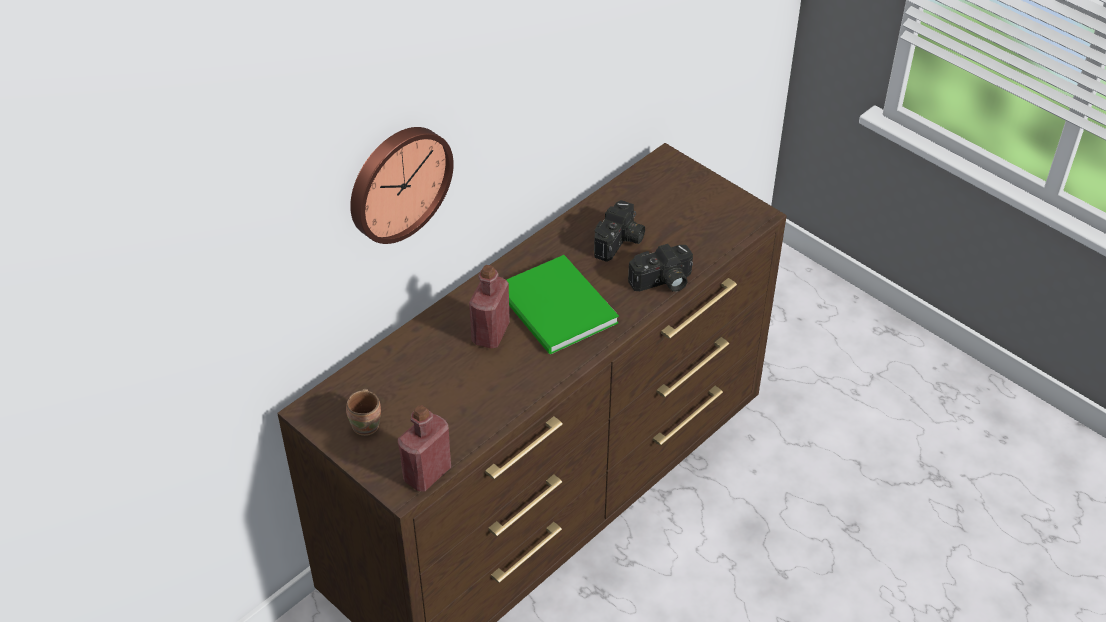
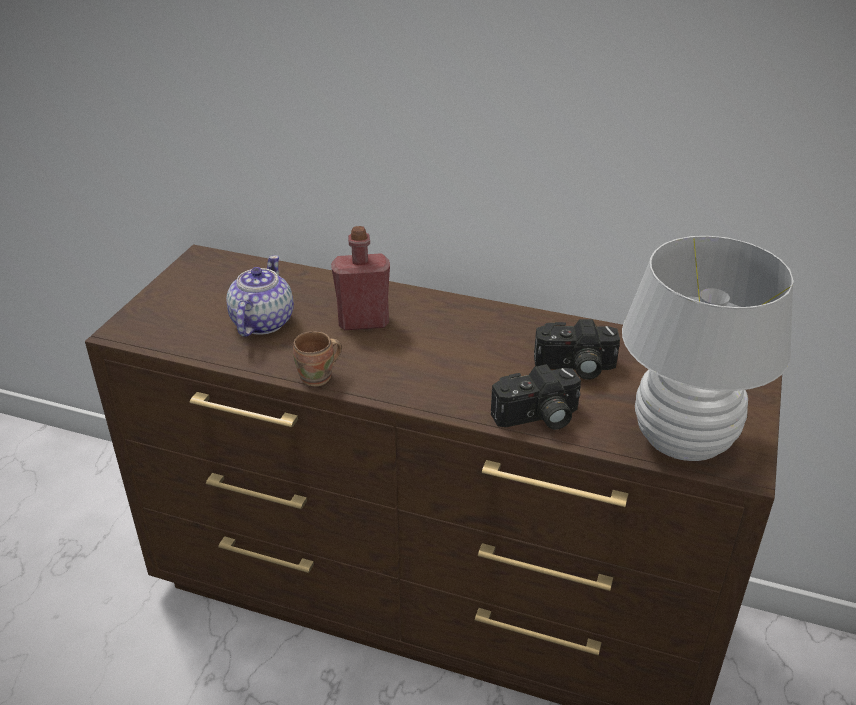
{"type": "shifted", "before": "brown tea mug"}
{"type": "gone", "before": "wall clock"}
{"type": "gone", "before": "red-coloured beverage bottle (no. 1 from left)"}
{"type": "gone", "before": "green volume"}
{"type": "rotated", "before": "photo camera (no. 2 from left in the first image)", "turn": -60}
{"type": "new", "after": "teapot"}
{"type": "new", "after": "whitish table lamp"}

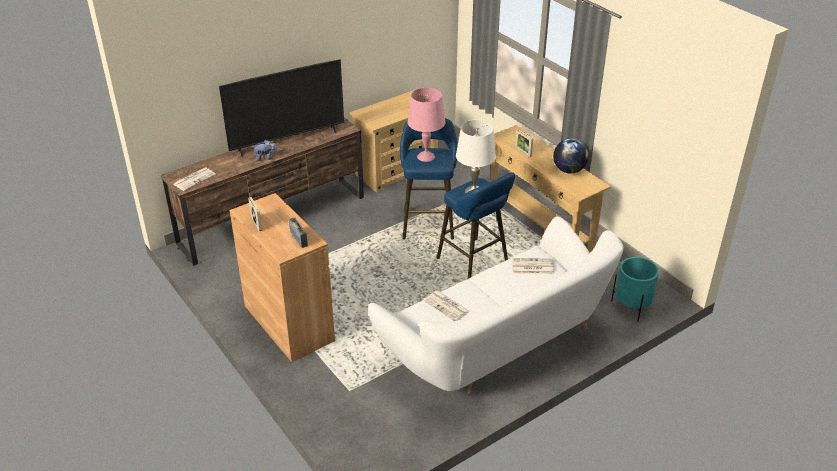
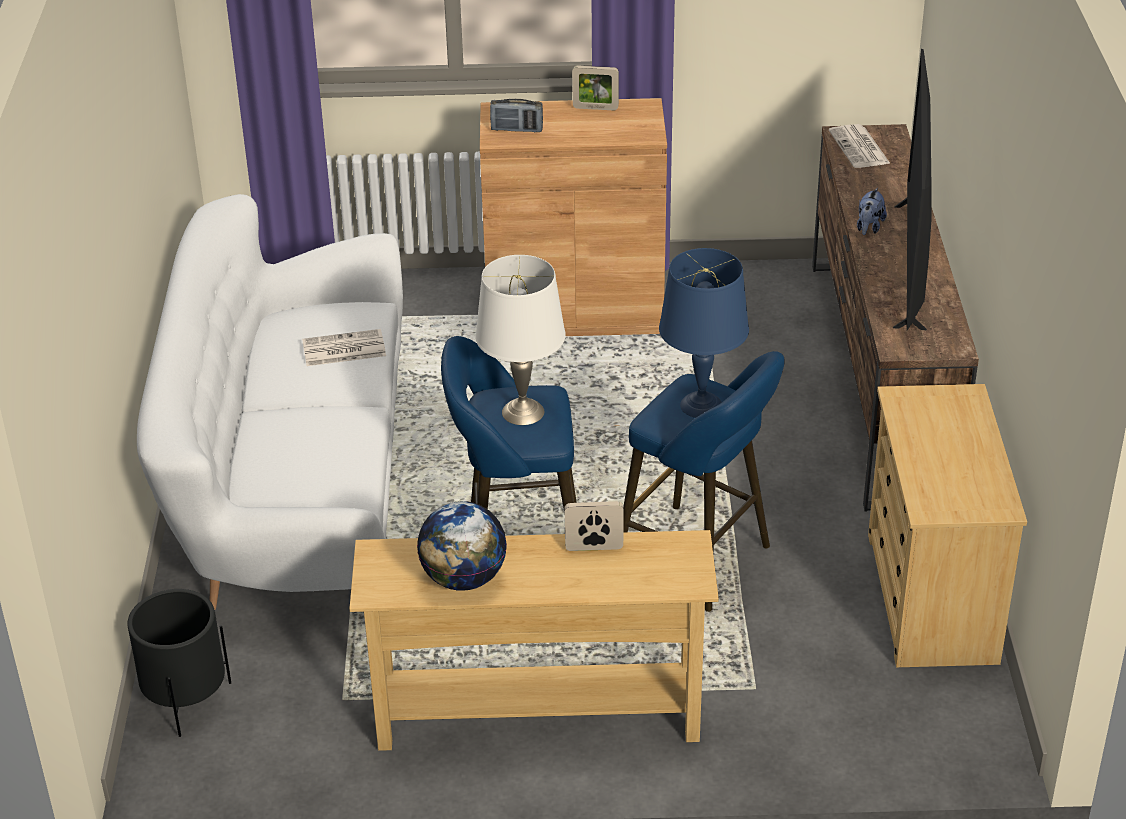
{"type": "repainted", "before": "pinkish table lamp", "after": "bluish table lamp"}
{"type": "gone", "before": "newspaper (no. 3 from left)"}
{"type": "repainted", "before": "turquoise-coloured planter", "after": "blackish planter"}

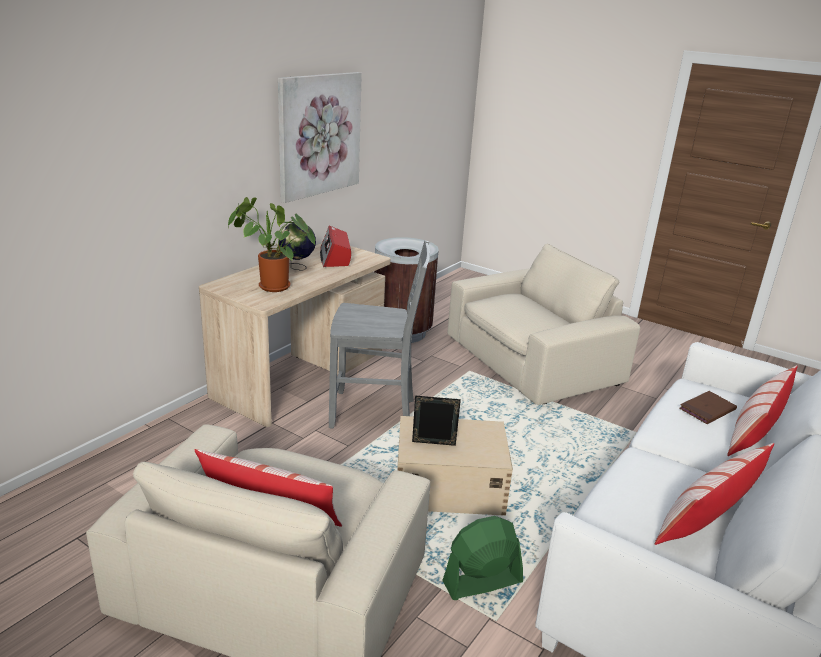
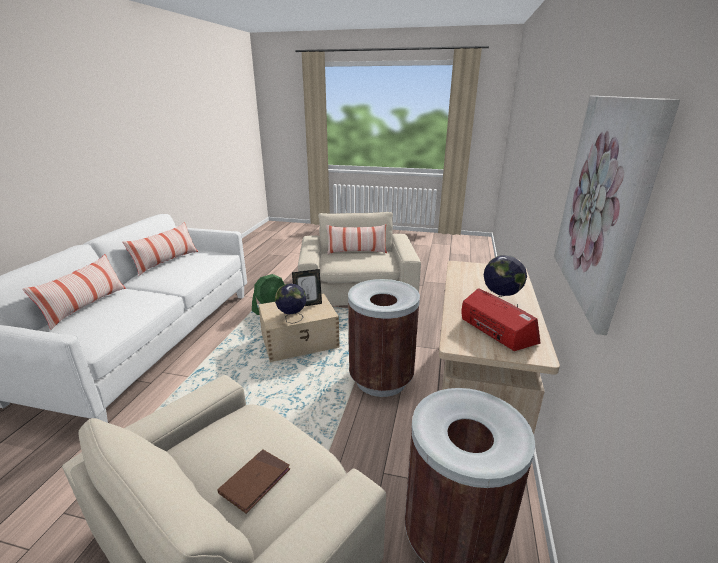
{"type": "gone", "before": "plant in a pot"}
{"type": "swapped", "before": "gray plain chair", "after": "brown trash can (no. 1 from left)"}
{"type": "shifted", "before": "brown volume"}
{"type": "new", "after": "globe (no. 1 from left)"}

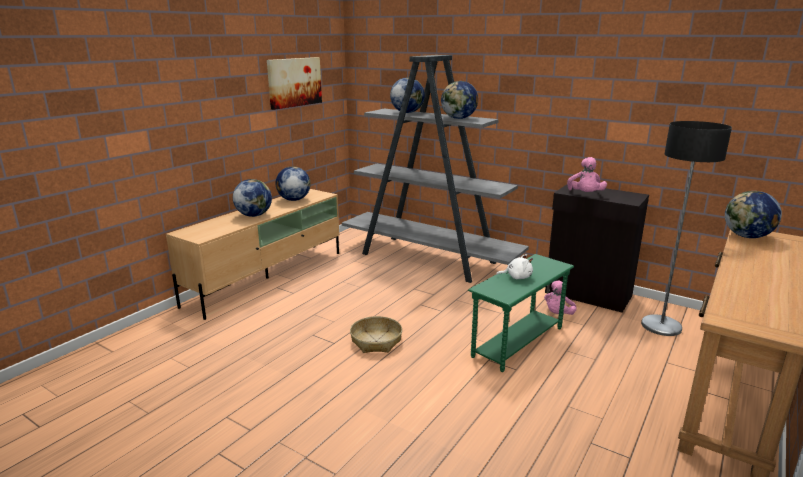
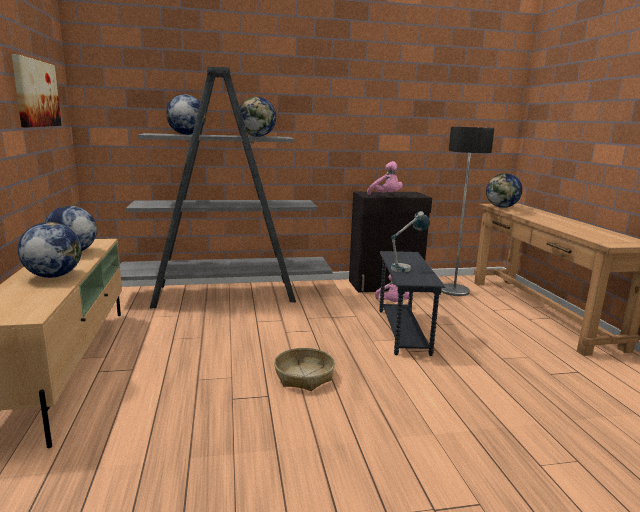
{"type": "repainted", "before": "green end table", "after": "gray end table"}
{"type": "swapped", "before": "whitish cuddly toy", "after": "table lamp"}

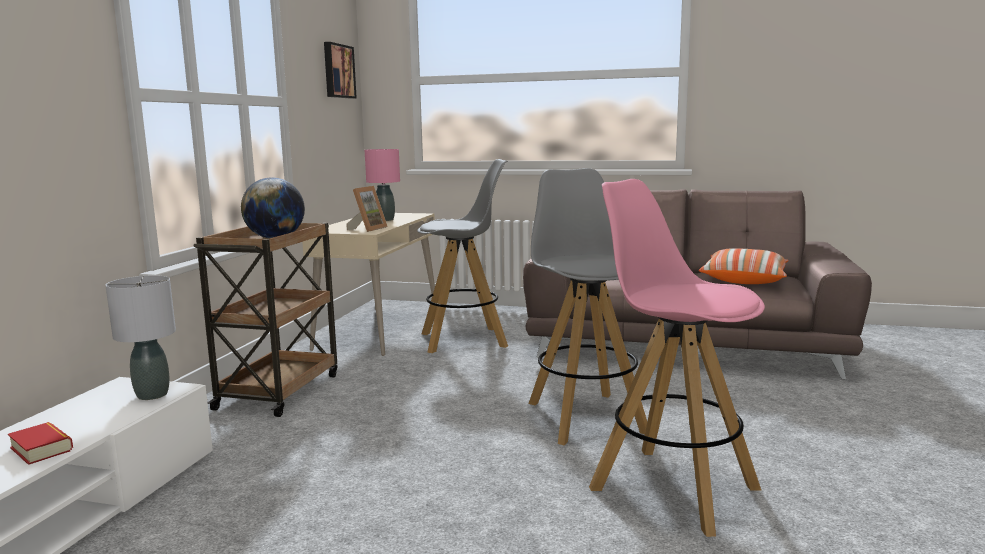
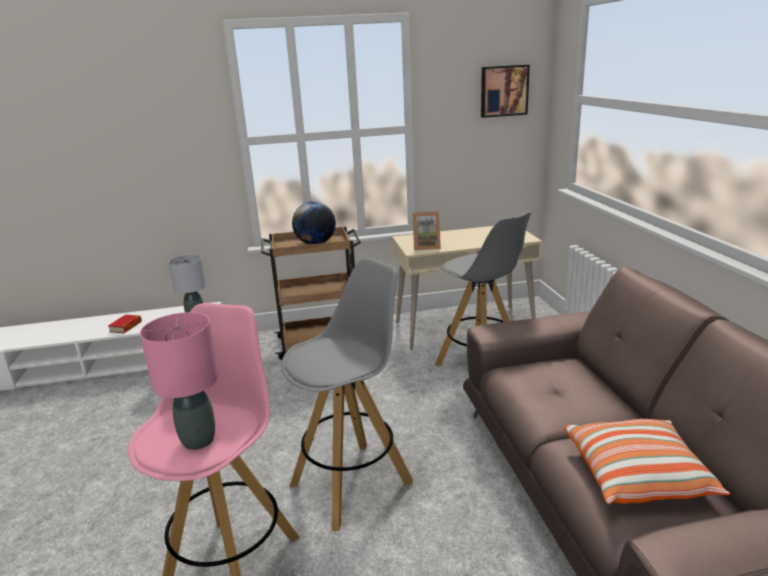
{"type": "shifted", "before": "pinkish table lamp"}

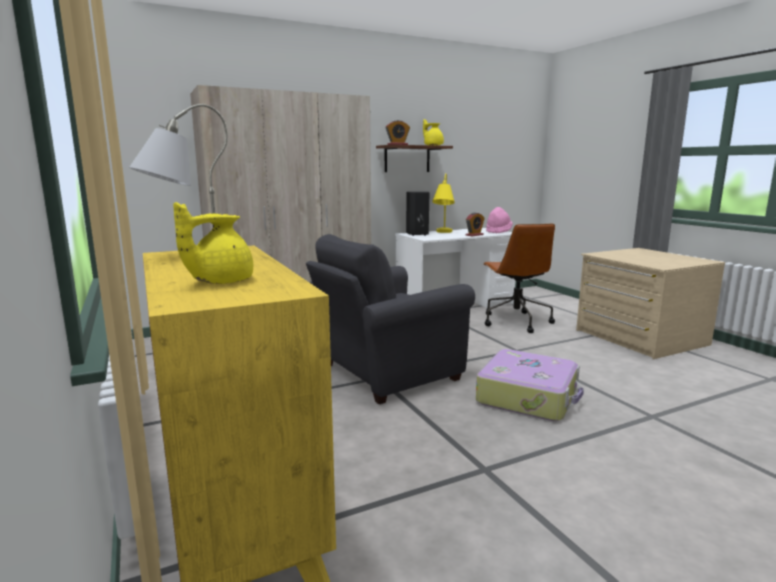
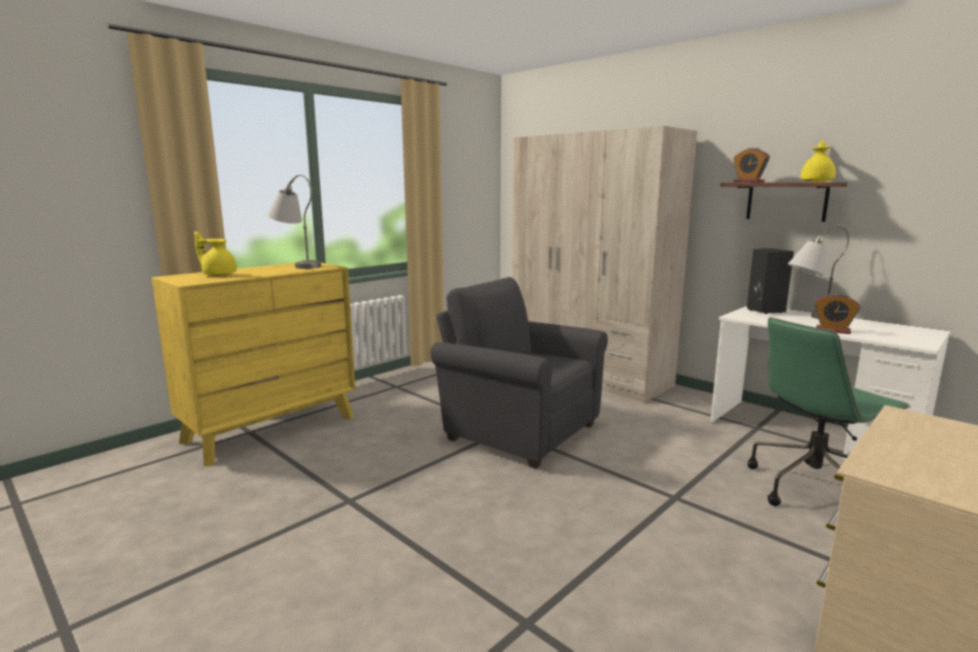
{"type": "repainted", "before": "yellow table lamp", "after": "gray table lamp (no. 2 from left)"}
{"type": "gone", "before": "piece of luggage"}
{"type": "repainted", "before": "brown computer chair", "after": "green computer chair"}
{"type": "gone", "before": "pinkish clothing hat"}

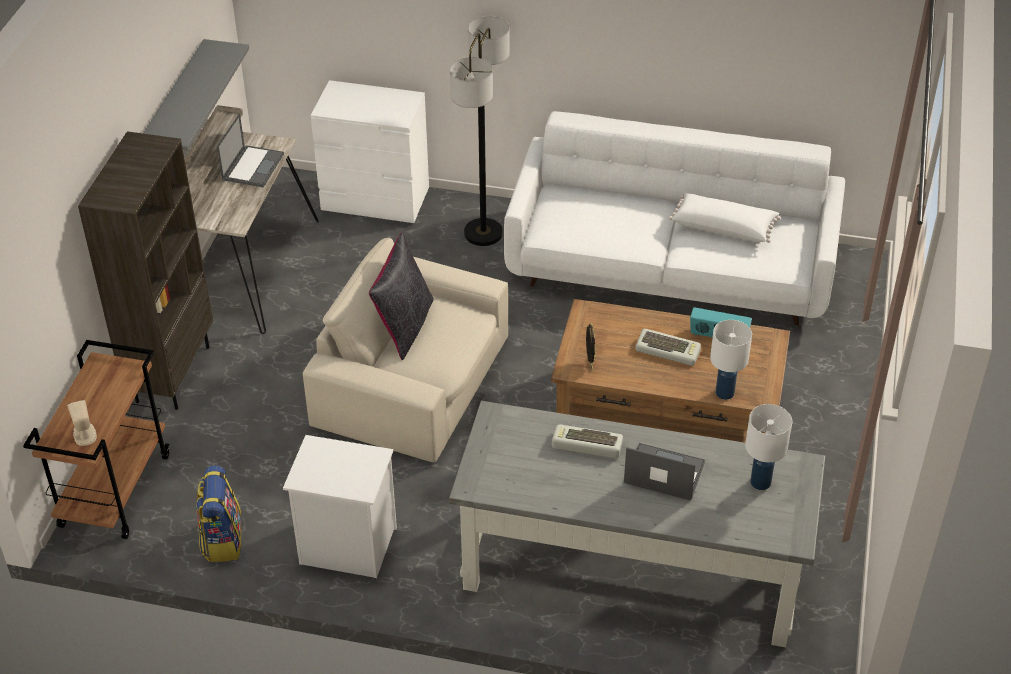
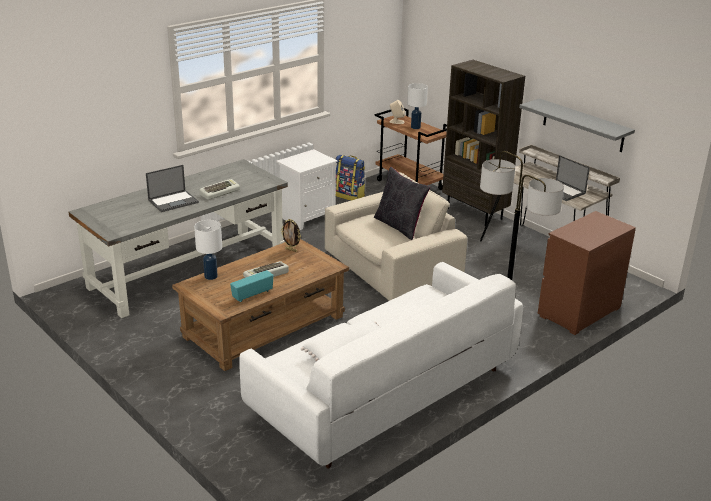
{"type": "repainted", "before": "whitish chest of drawers", "after": "brown chest of drawers"}
{"type": "shifted", "before": "whitish table lamp (no. 2 from left)"}

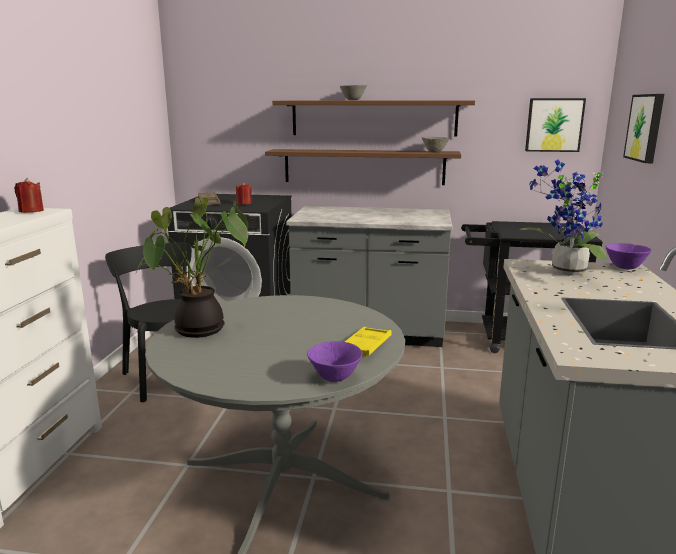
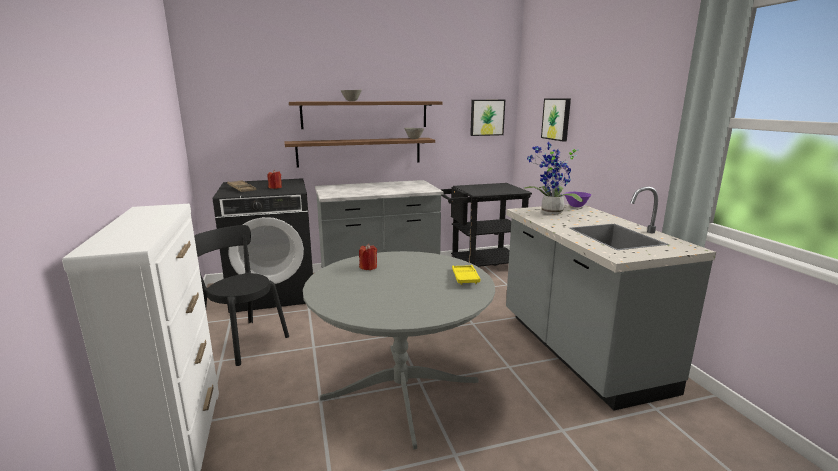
{"type": "shifted", "before": "red-coloured wax candle (no. 1 from left in the first image)", "after": "red-coloured wax candle (no. 2 from left)"}
{"type": "gone", "before": "plant in a pot (no. 1 from left)"}
{"type": "gone", "before": "purplish bowl (no. 1 from left)"}

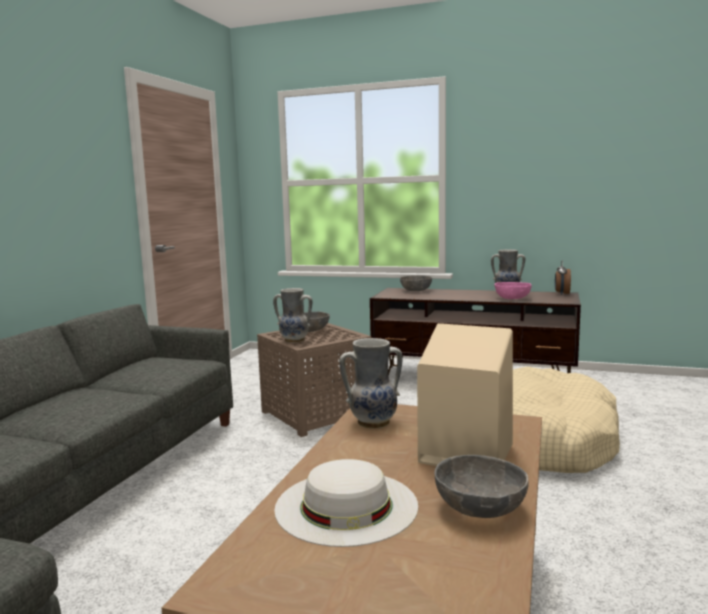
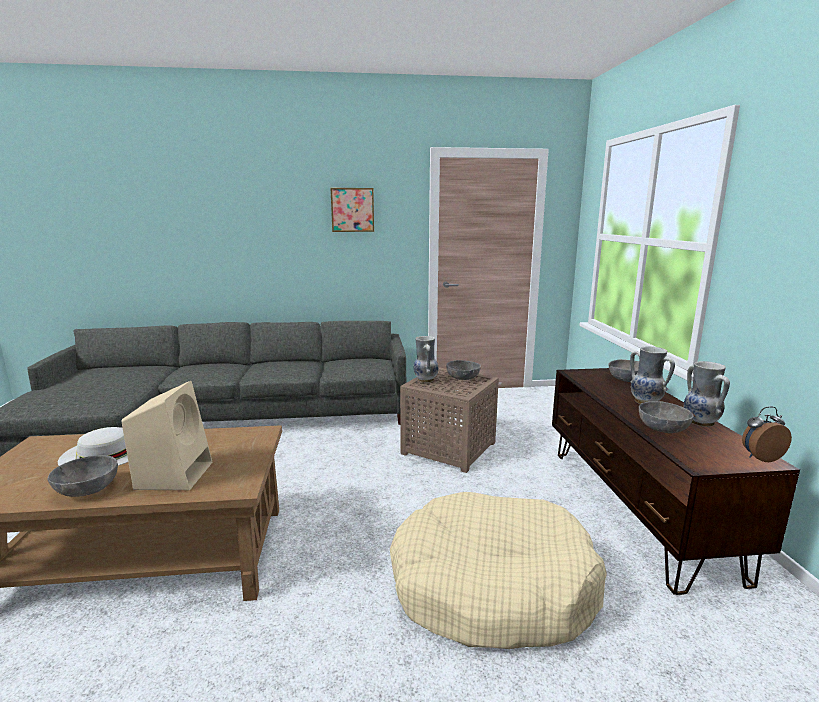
{"type": "shifted", "before": "decorative vase (no. 2 from left)"}
{"type": "repainted", "before": "pinkish bowl", "after": "gray bowl (no. 4 from left)"}
{"type": "new", "after": "wall picture"}

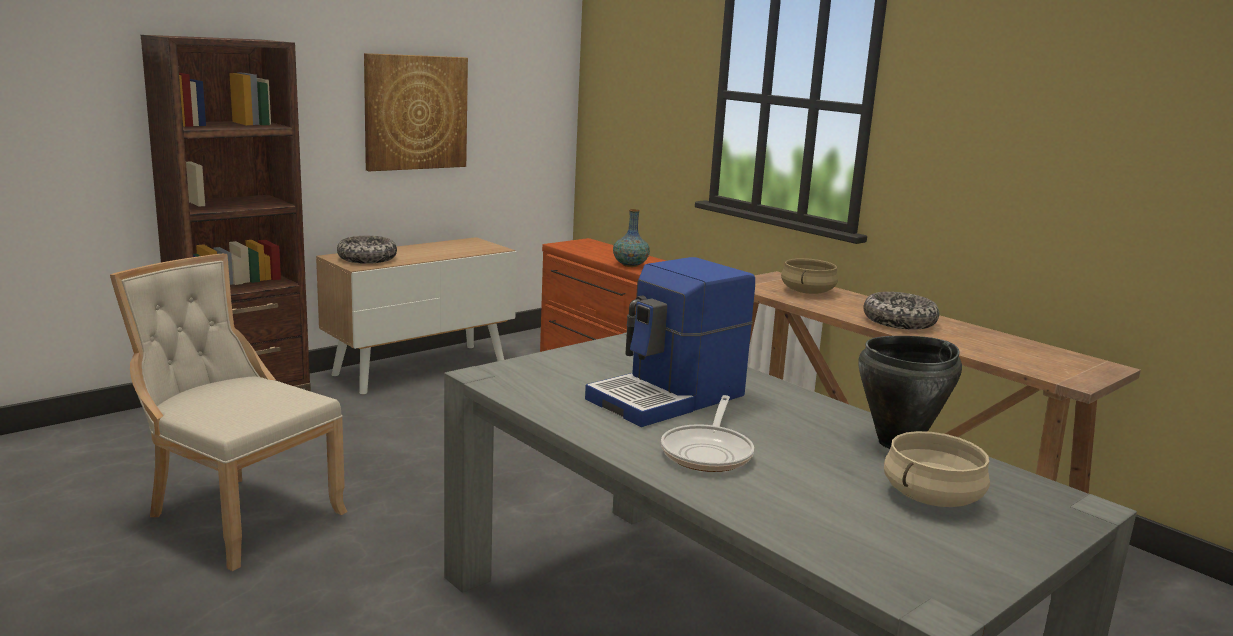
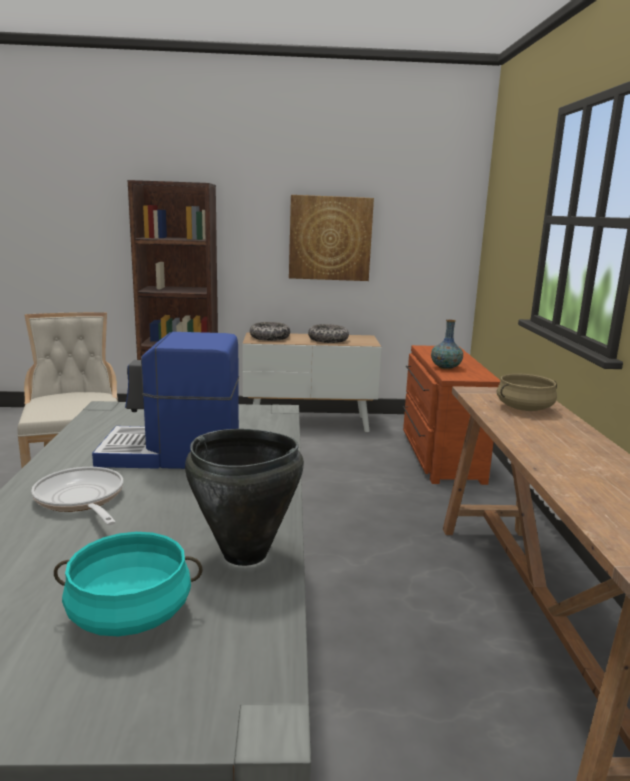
{"type": "rotated", "before": "skillet", "turn": 90}
{"type": "shifted", "before": "bowl (no. 2 from left)"}
{"type": "repainted", "before": "beige saucepot (no. 2 from left)", "after": "turquoise-coloured saucepot"}

